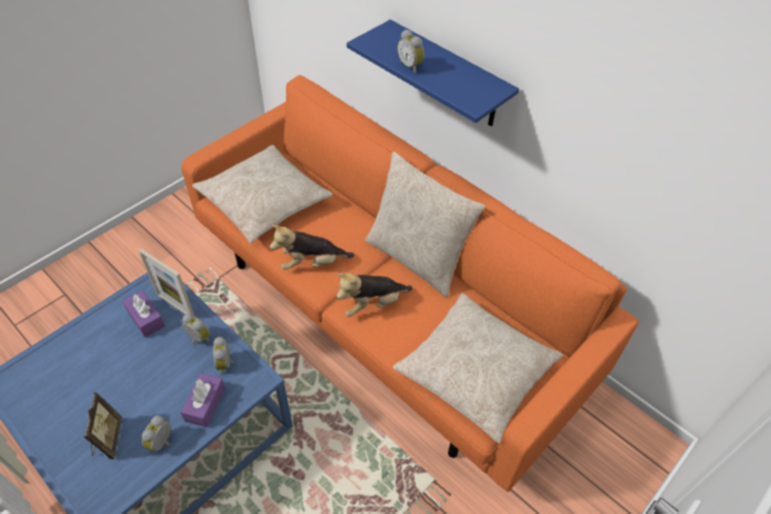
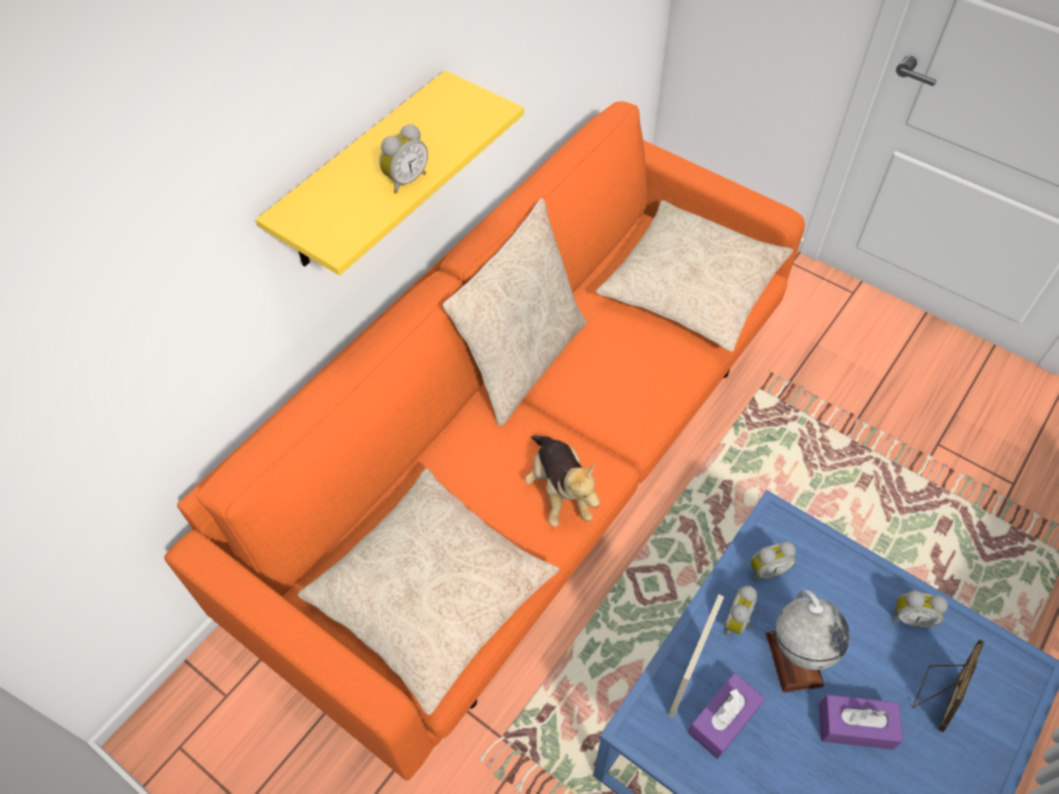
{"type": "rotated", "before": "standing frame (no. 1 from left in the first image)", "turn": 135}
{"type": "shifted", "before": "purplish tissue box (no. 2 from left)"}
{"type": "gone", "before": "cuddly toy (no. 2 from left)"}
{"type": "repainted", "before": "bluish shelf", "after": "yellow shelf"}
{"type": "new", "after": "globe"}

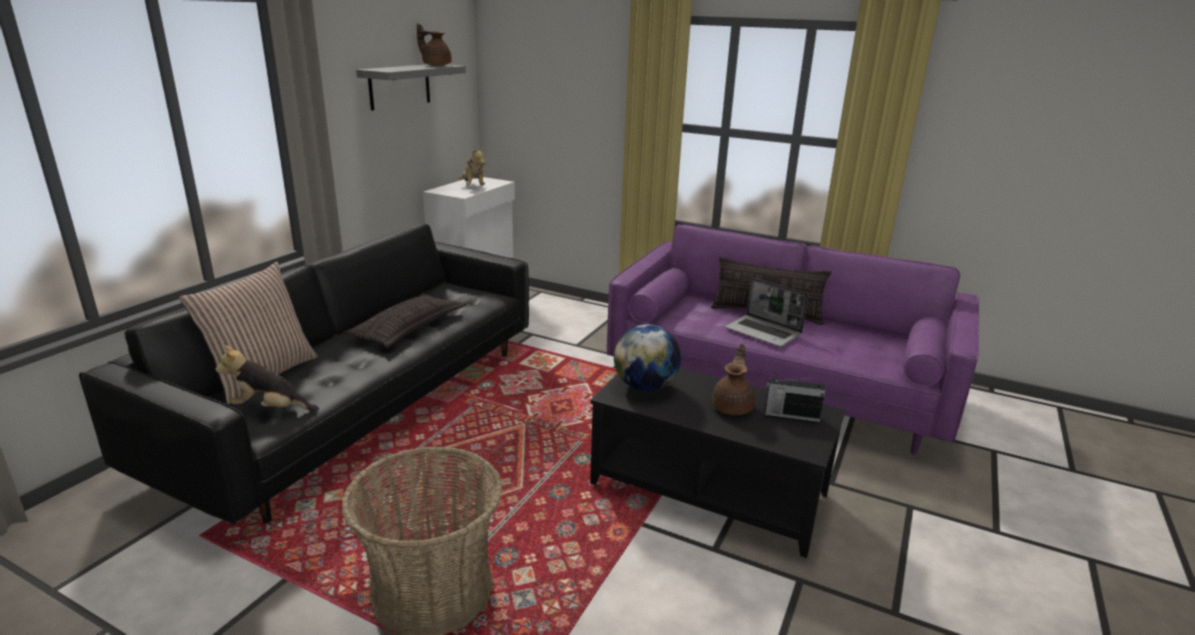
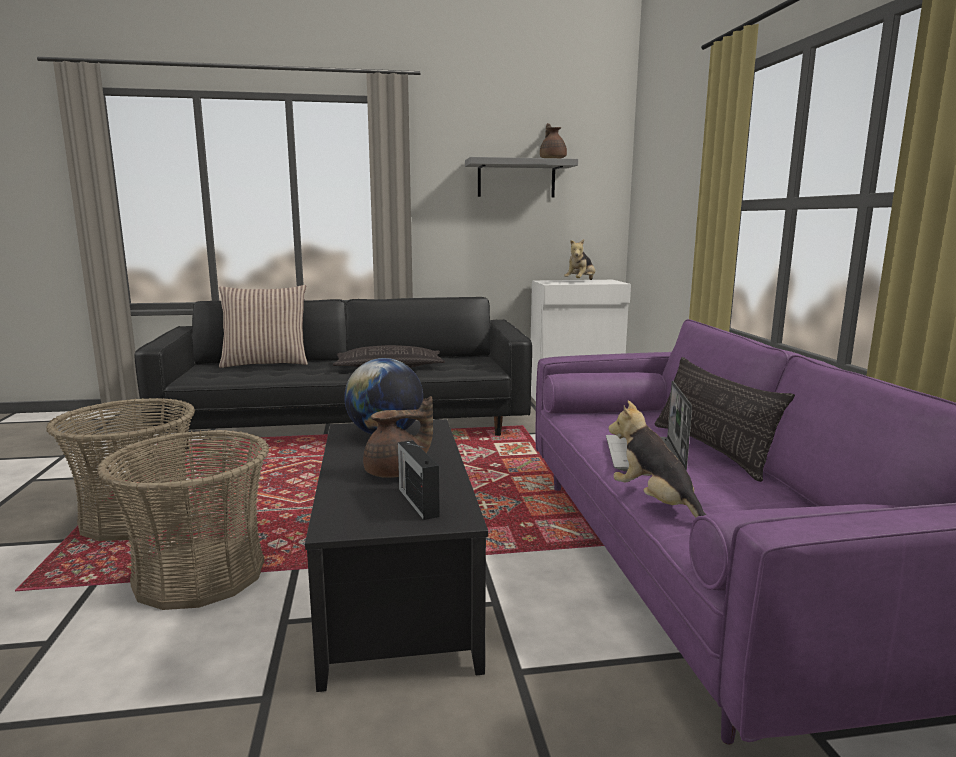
{"type": "shifted", "before": "cuddly toy (no. 1 from left in the first image)", "after": "cuddly toy (no. 2 from left)"}
{"type": "new", "after": "storage basket (no. 2 from left)"}

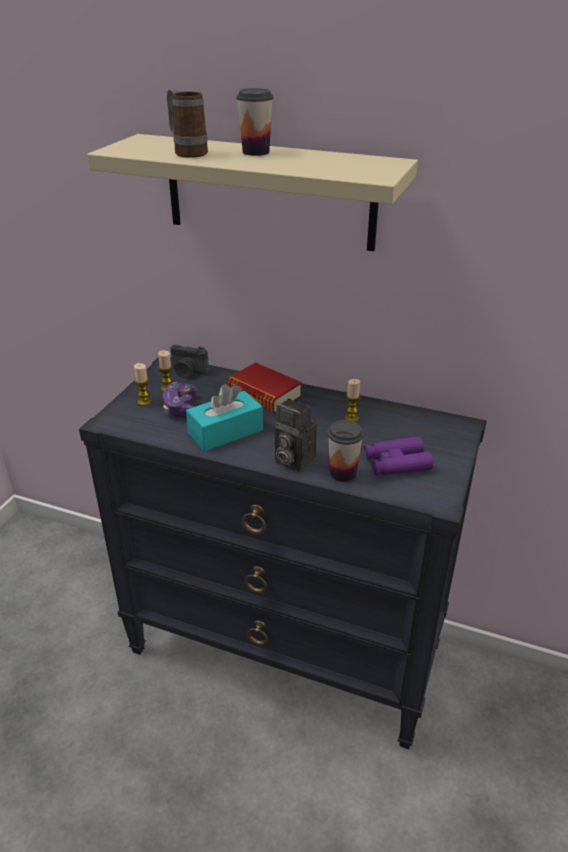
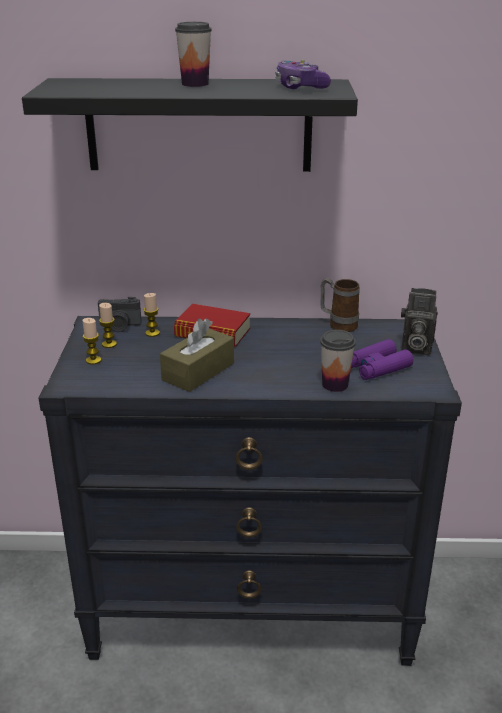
{"type": "repainted", "before": "beige shelf", "after": "blackish shelf"}
{"type": "shifted", "before": "joypad"}
{"type": "shifted", "before": "tea mug"}
{"type": "repainted", "before": "turquoise-coloured tissue box", "after": "brown tissue box"}
{"type": "shifted", "before": "photo camera (no. 2 from left)"}
{"type": "shifted", "before": "wax candle (no. 3 from left)"}

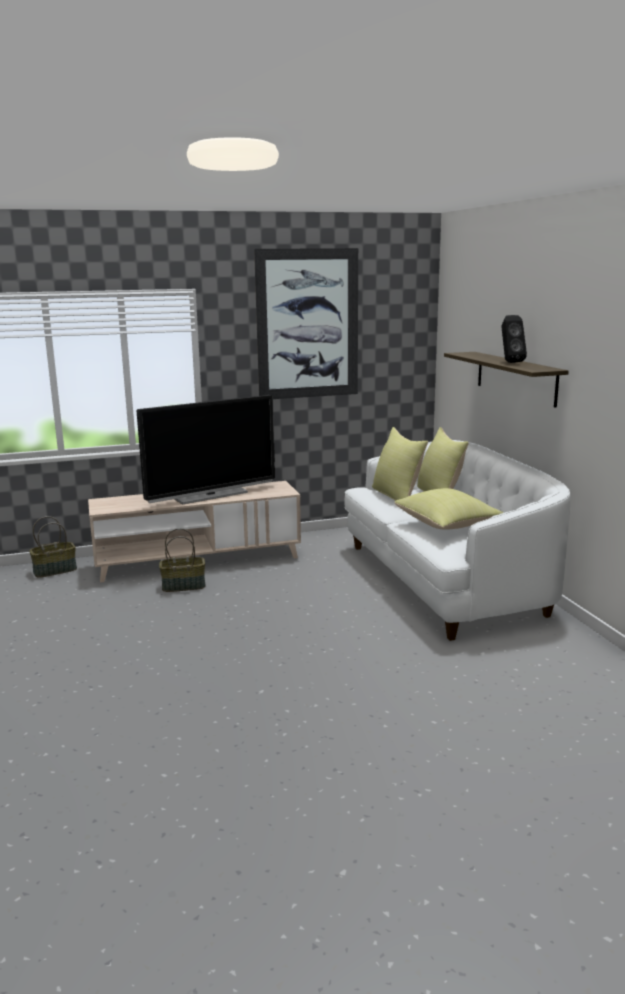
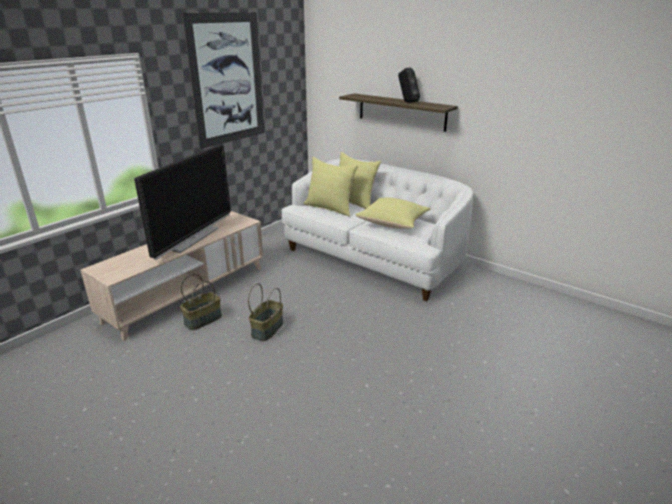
{"type": "shifted", "before": "storage basket (no. 1 from left in the first image)", "after": "storage basket (no. 2 from left)"}

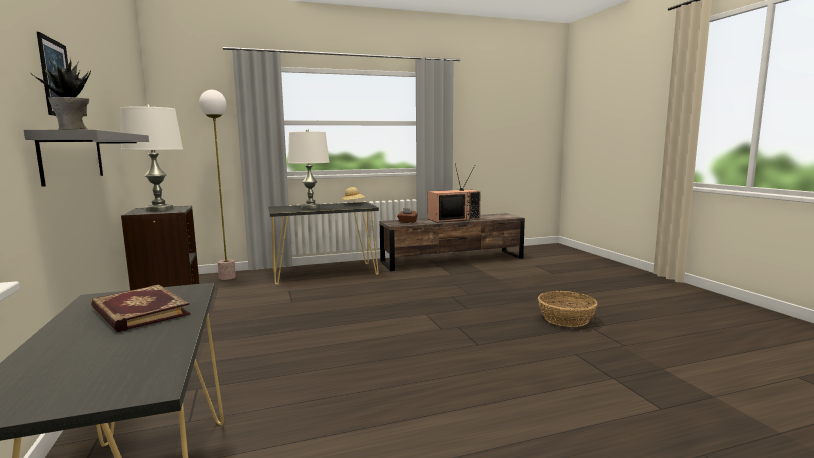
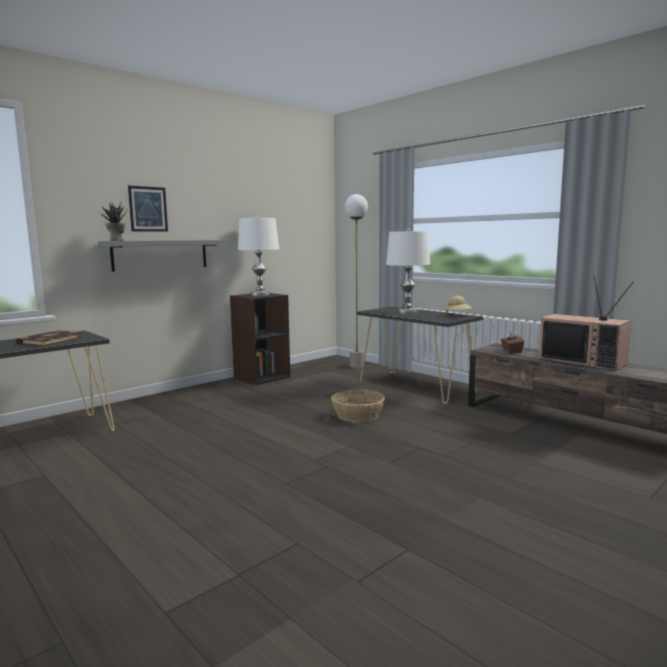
{"type": "shifted", "before": "storage basket"}

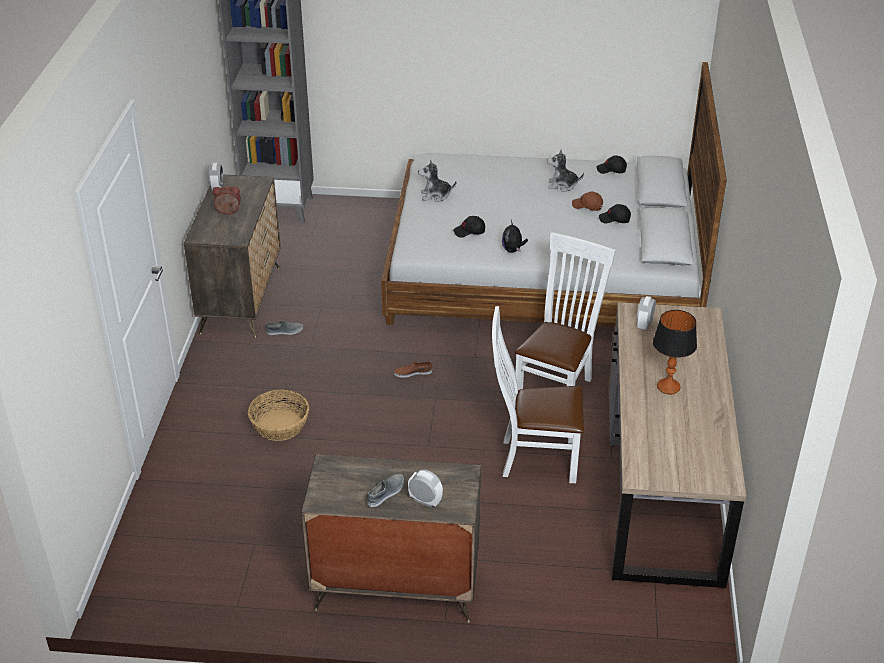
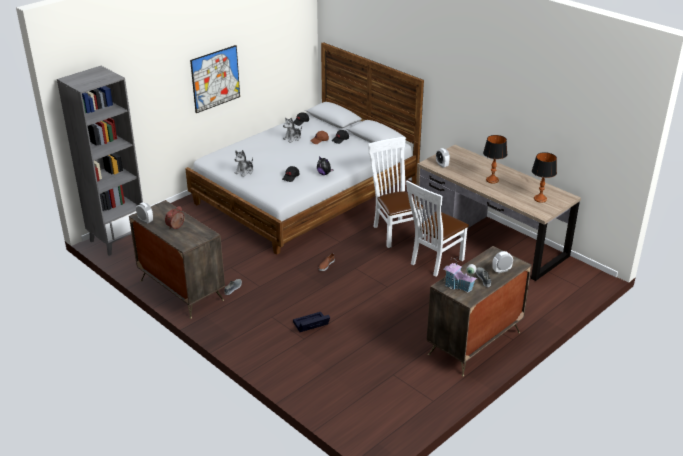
{"type": "swapped", "before": "storage basket", "after": "blackish storage box"}
{"type": "new", "after": "wall picture"}
{"type": "new", "after": "miniature house"}
{"type": "new", "after": "table lamp (no. 2 from left)"}

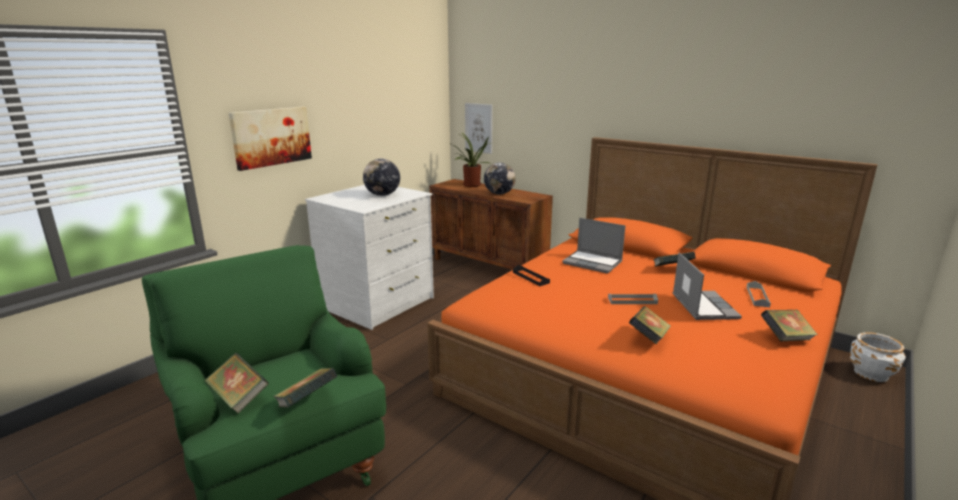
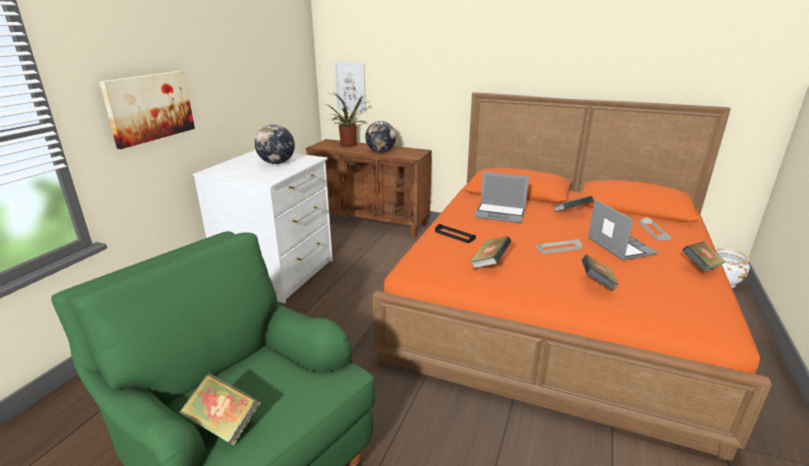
{"type": "shifted", "before": "volume (no. 2 from left)"}

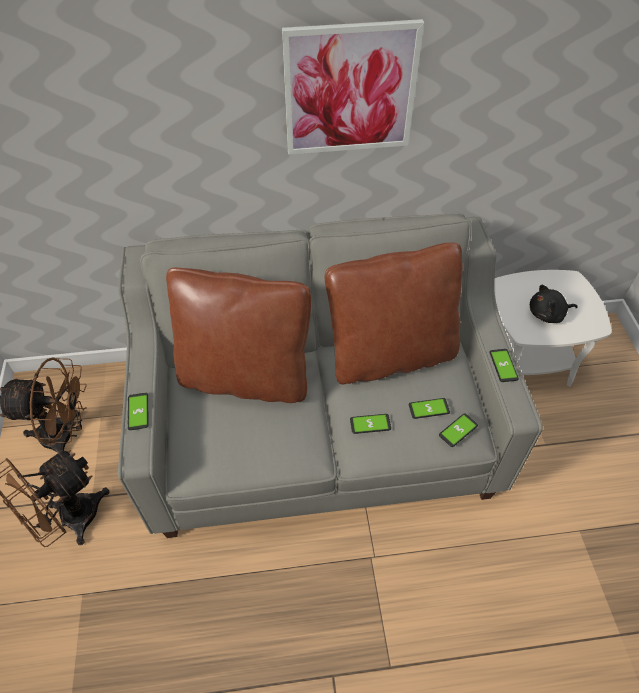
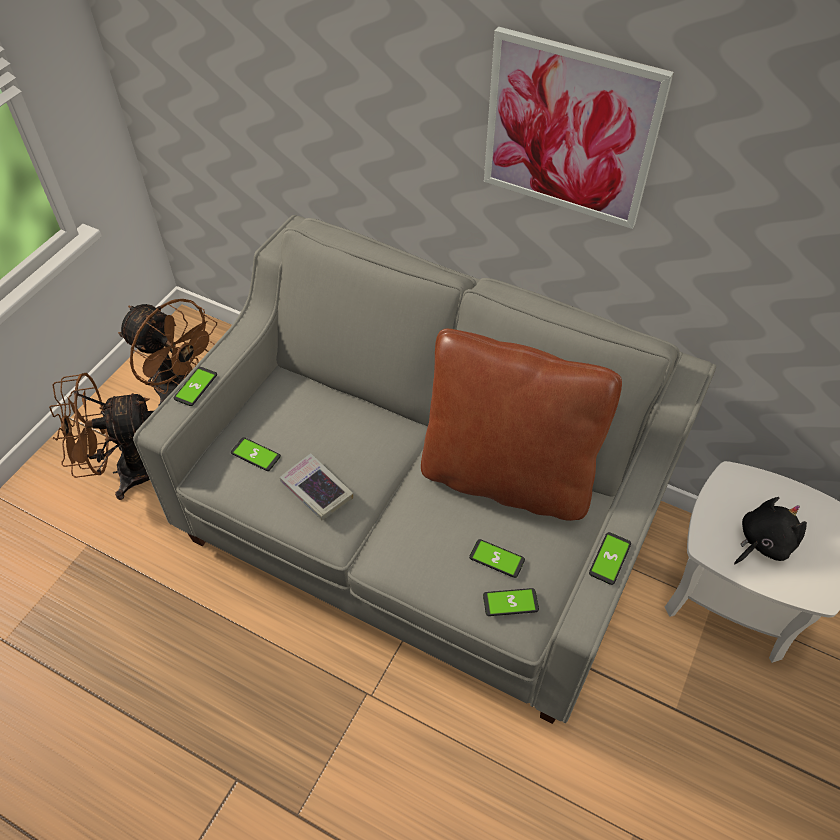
{"type": "gone", "before": "brown pillow (no. 1 from left)"}
{"type": "shifted", "before": "handset (no. 2 from left)"}
{"type": "rotated", "before": "blackish cuddly toy", "turn": 120}
{"type": "new", "after": "volume"}

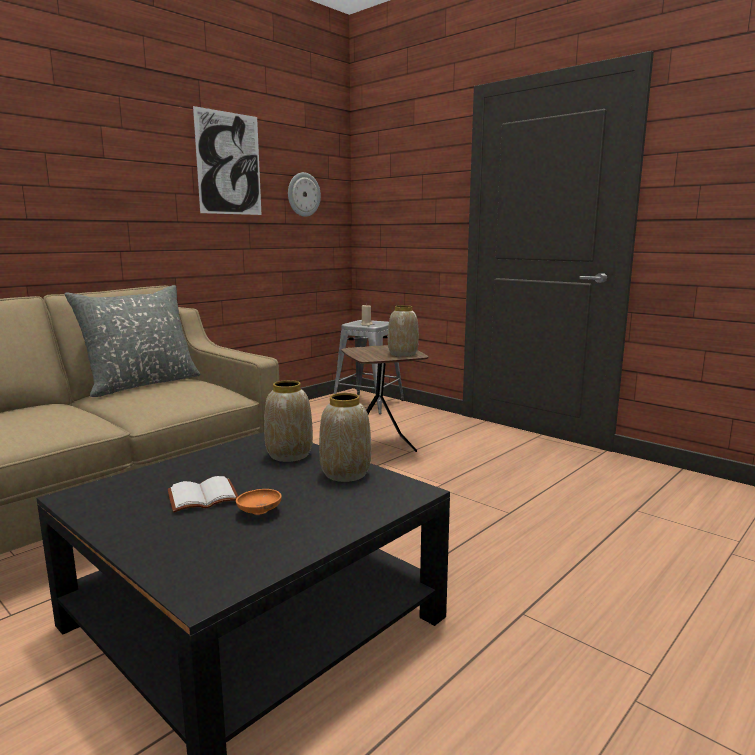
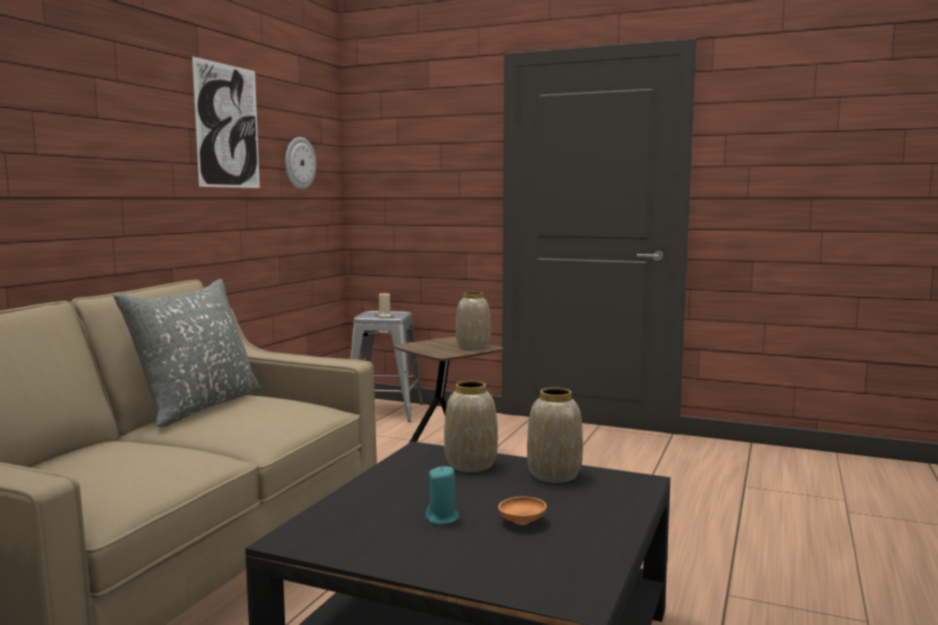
{"type": "swapped", "before": "whitish volume", "after": "turquoise-coloured wax candle"}

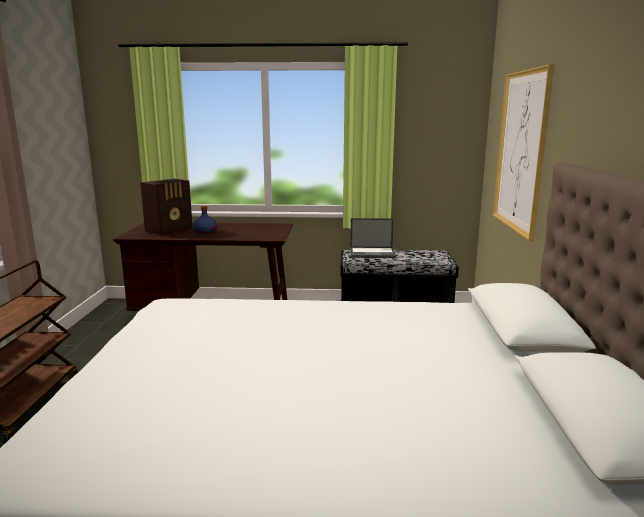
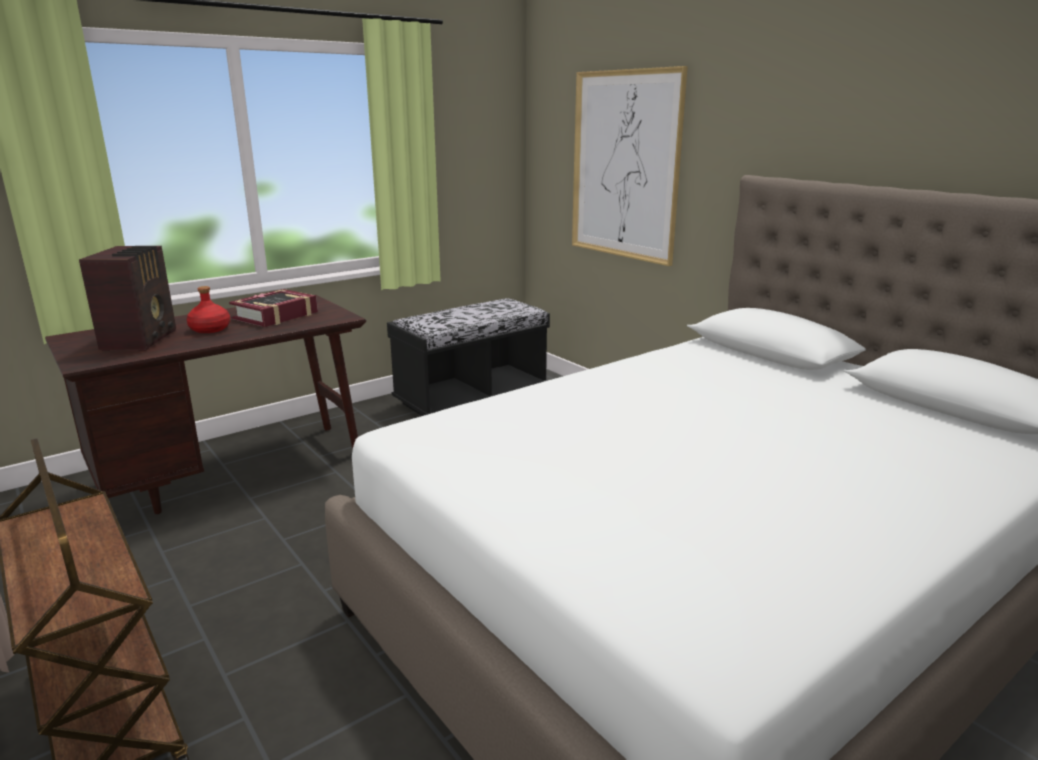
{"type": "repainted", "before": "bluish beverage bottle", "after": "red-coloured beverage bottle"}
{"type": "gone", "before": "notebook computer"}
{"type": "new", "after": "volume"}

